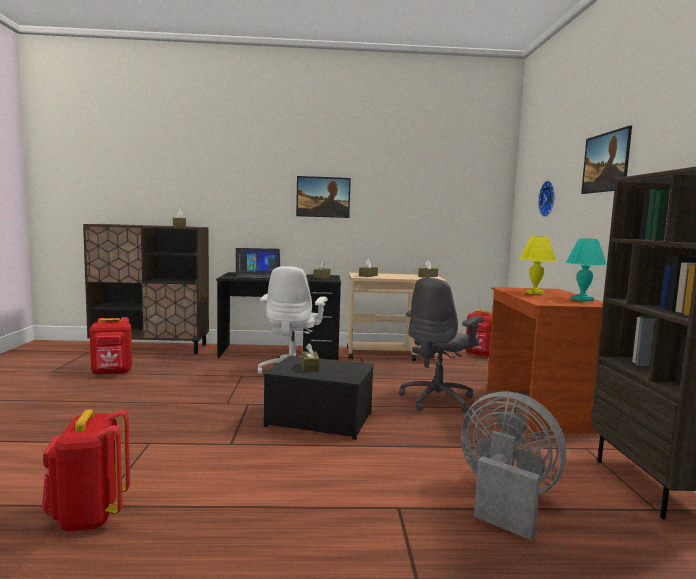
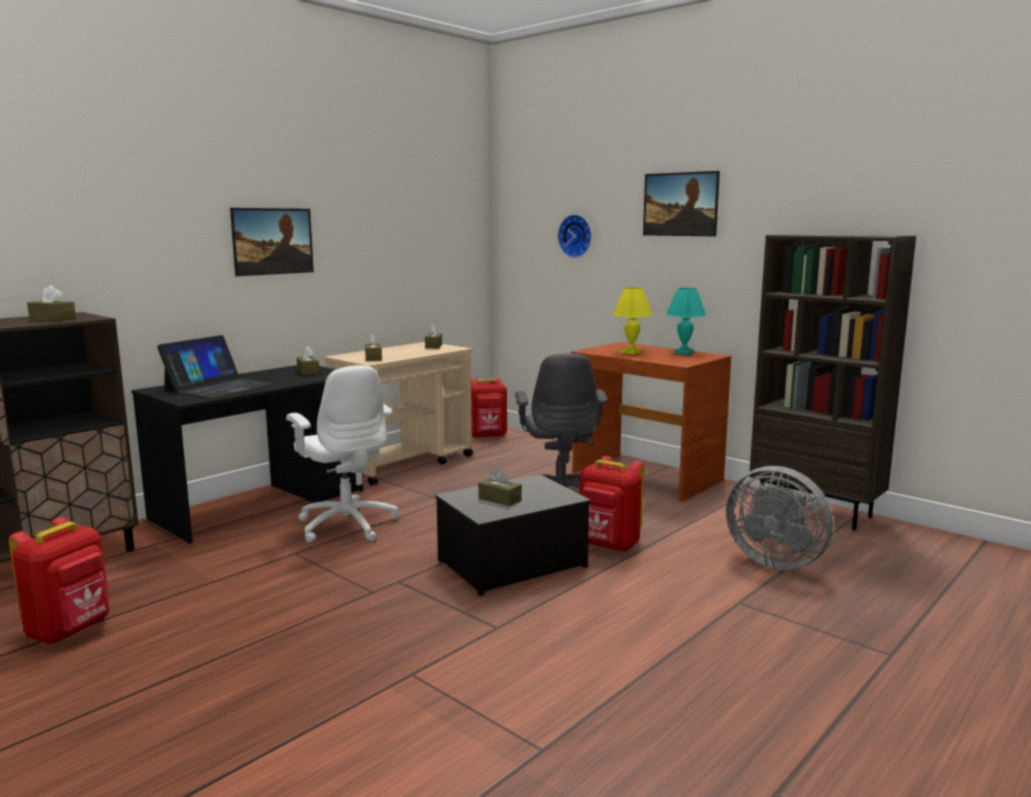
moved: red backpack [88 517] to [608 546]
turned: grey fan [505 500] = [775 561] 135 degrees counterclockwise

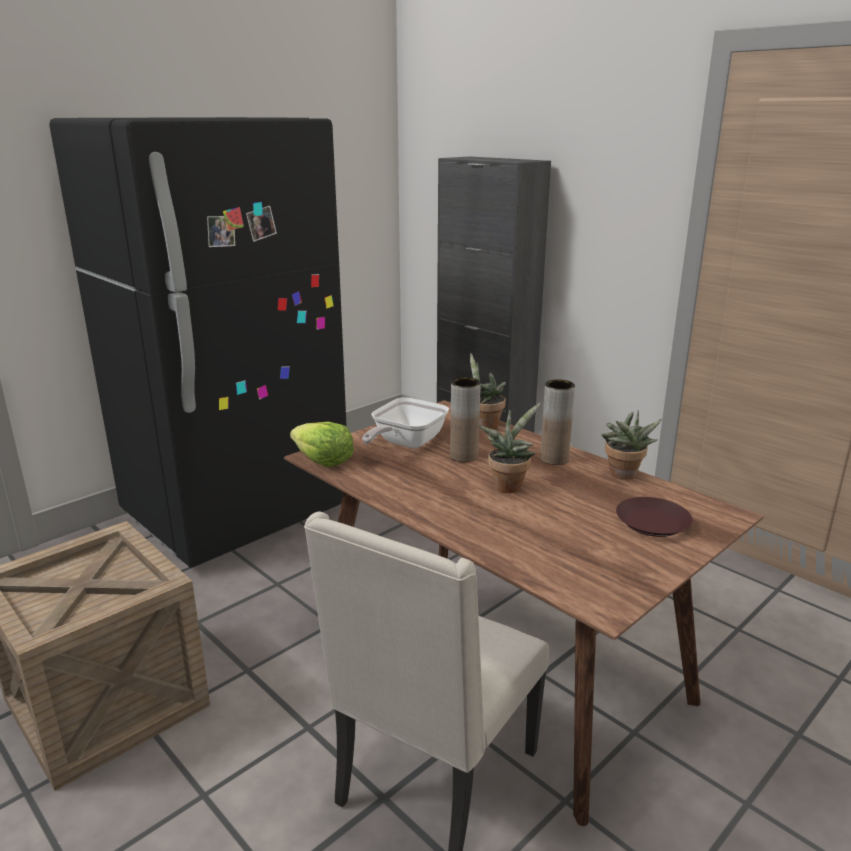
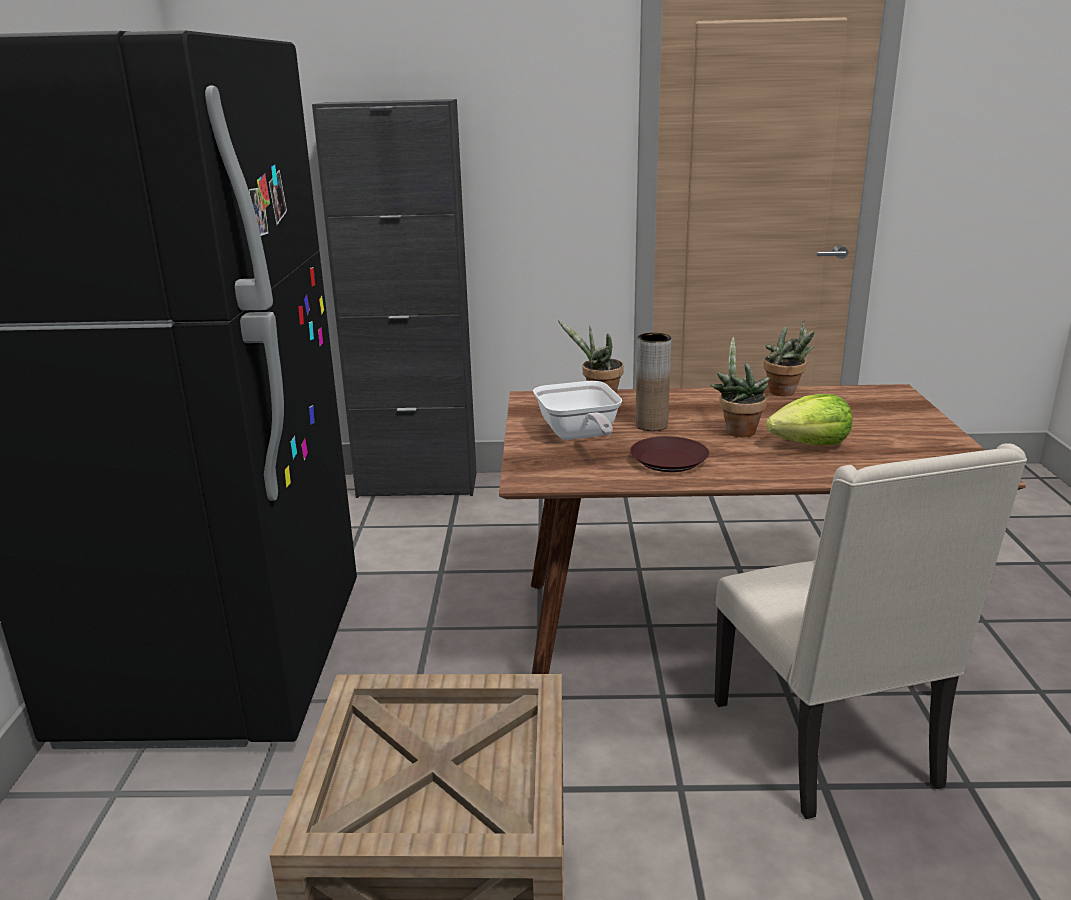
removed: brown vase [554 459]
moved: lettuce [323 461] to [810 444]; brown plate [651 522] to [668 461]

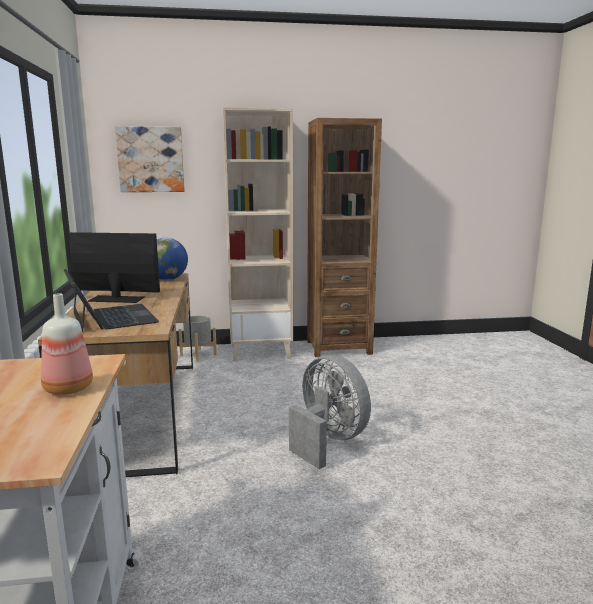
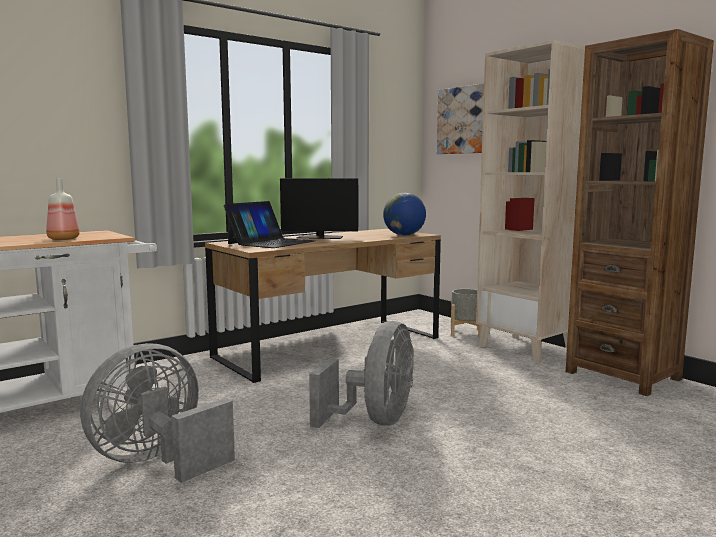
added: grey fan [158 461]
turned: monitor [116 299] = [320 237] 120 degrees clockwise

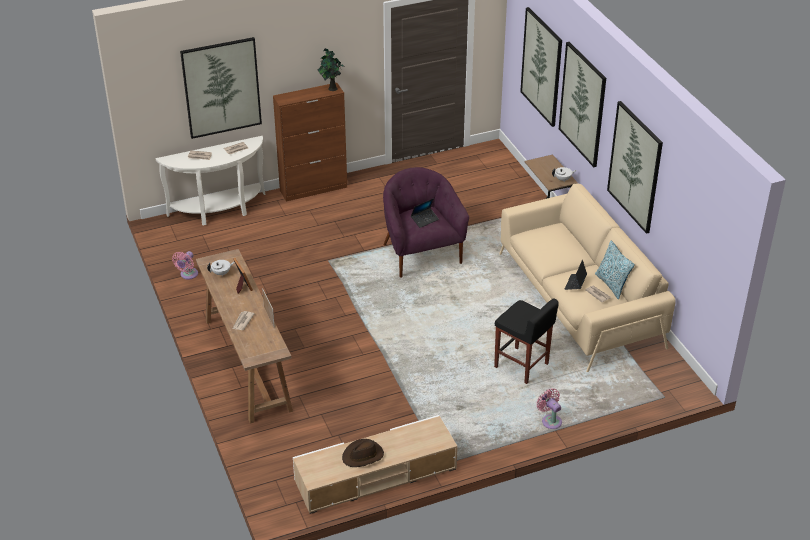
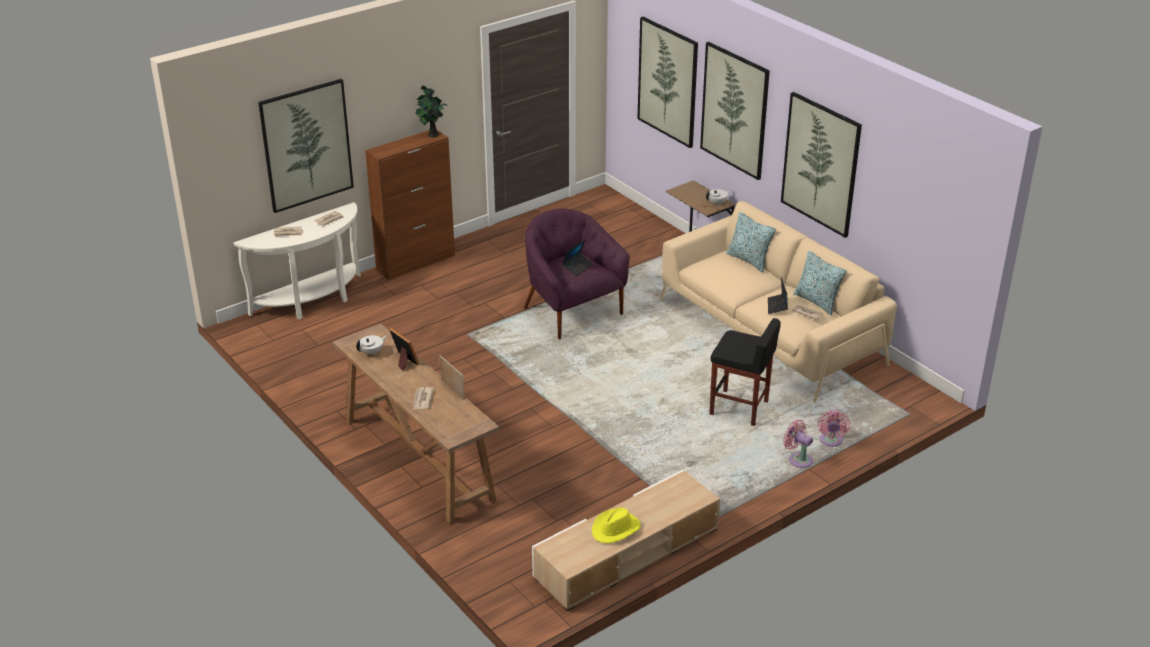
added: pillow [748 260]
moved: pink fan [188 275] to [831 441]
recoloured: brown hat [363 455] to yellow hat [616 529]

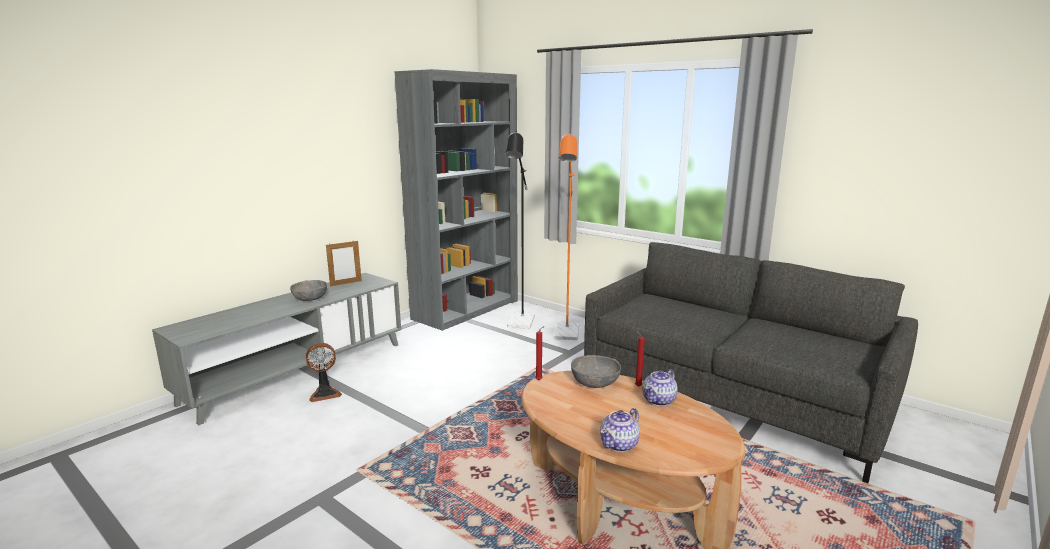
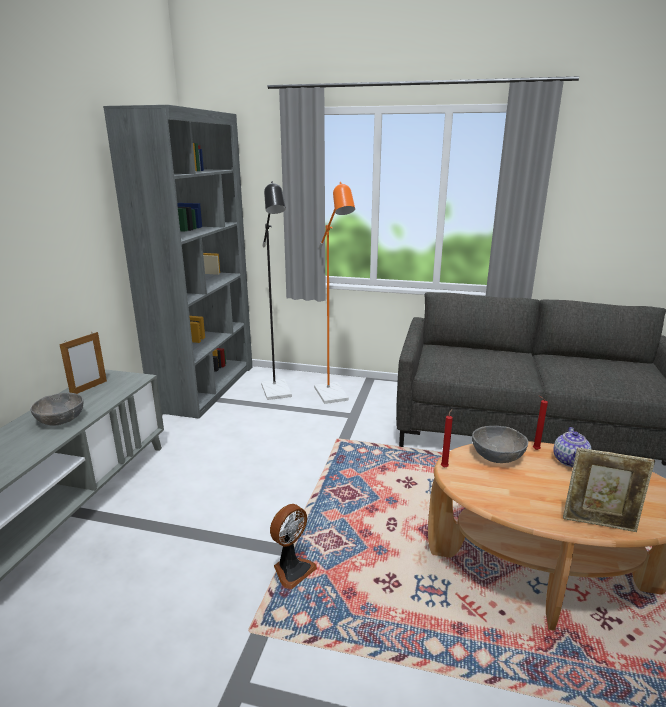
moved: fan [325 393] to [292 570]
replaced: teapot [619 444] to picture frame [599 523]

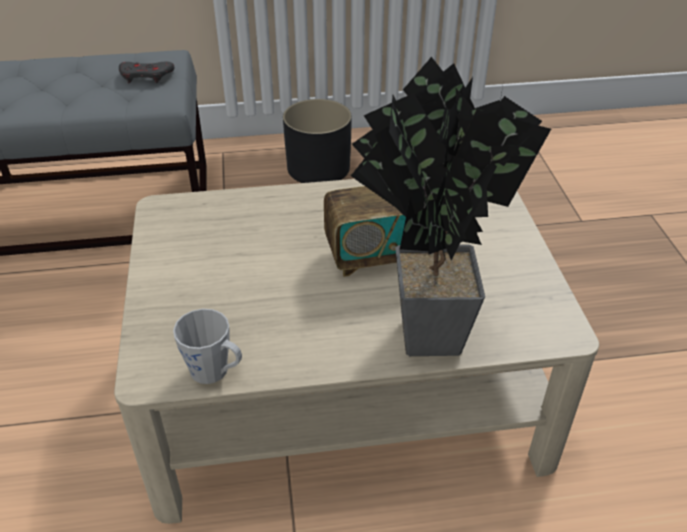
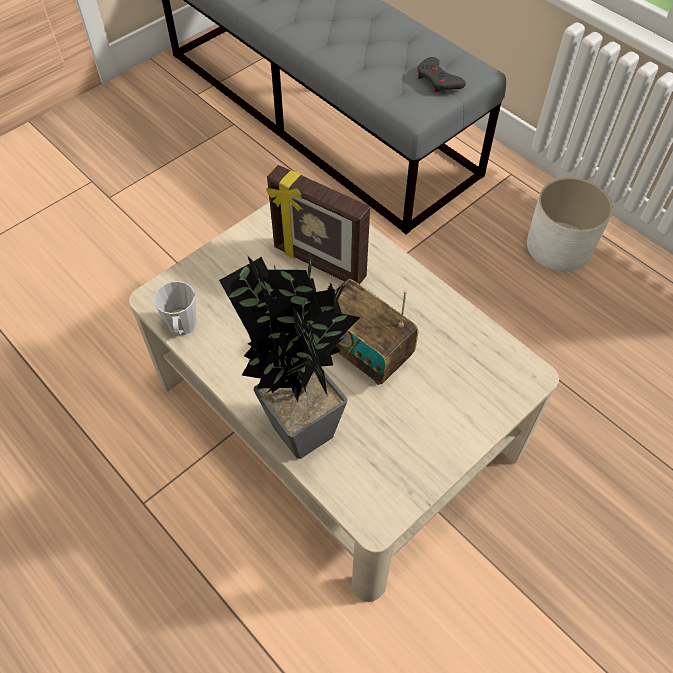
added: picture frame [318 263]
recoloured: black planter [319 167] to white planter [559 246]

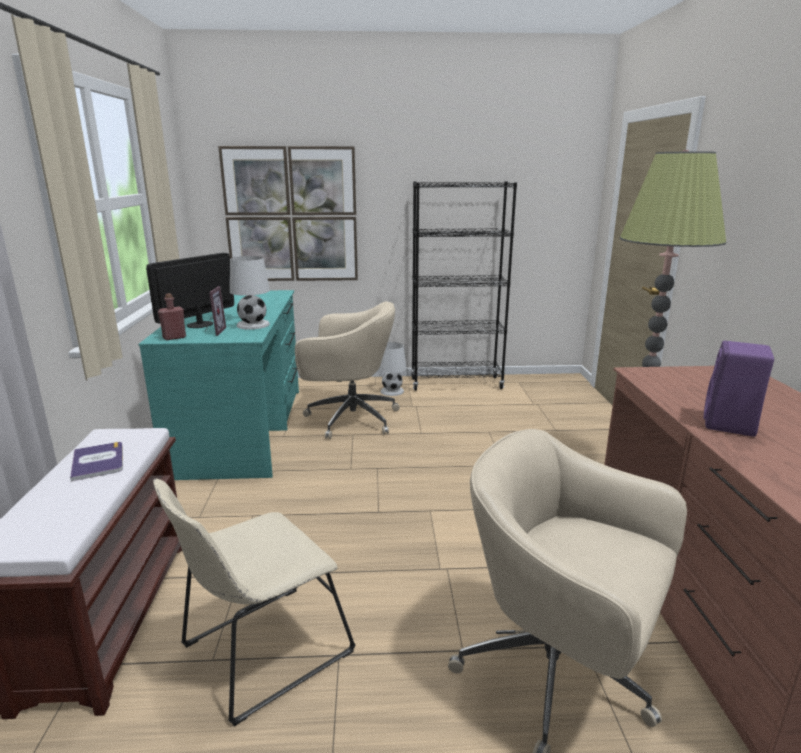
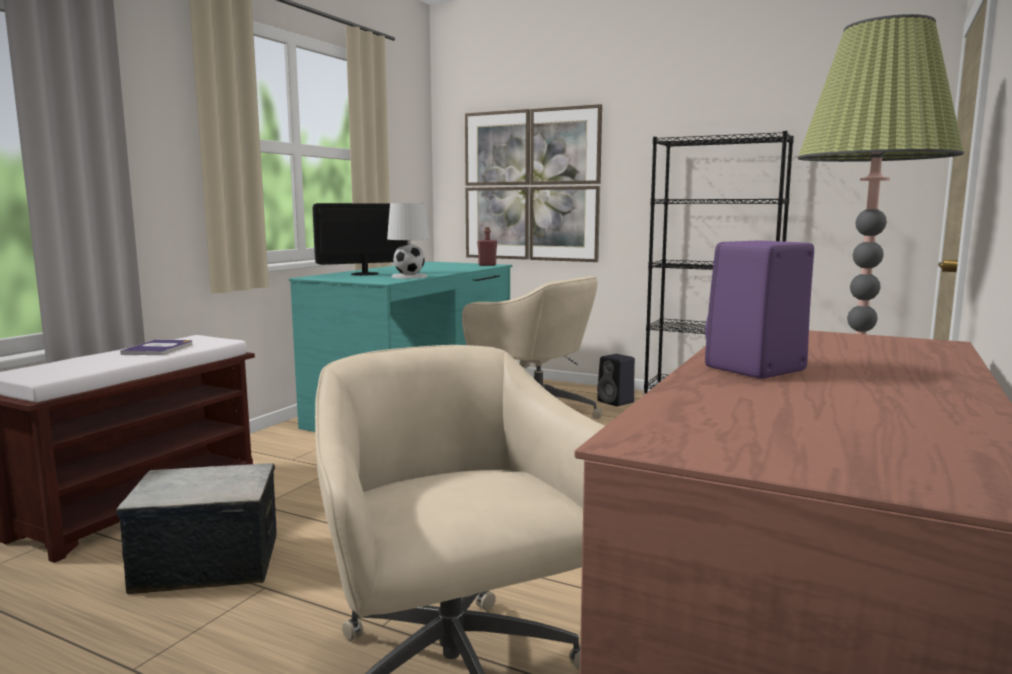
removed: picture frame [213 331]
moved: red bottle [174 337] to [487 265]
replaced: white table lamp [392 391] to black speaker [616 402]; beige chair [261 652] to storage box [207 563]

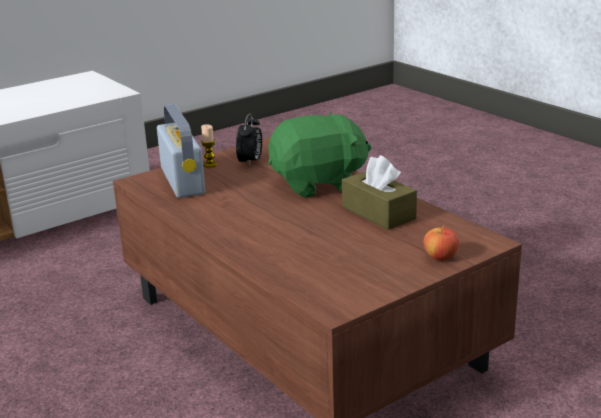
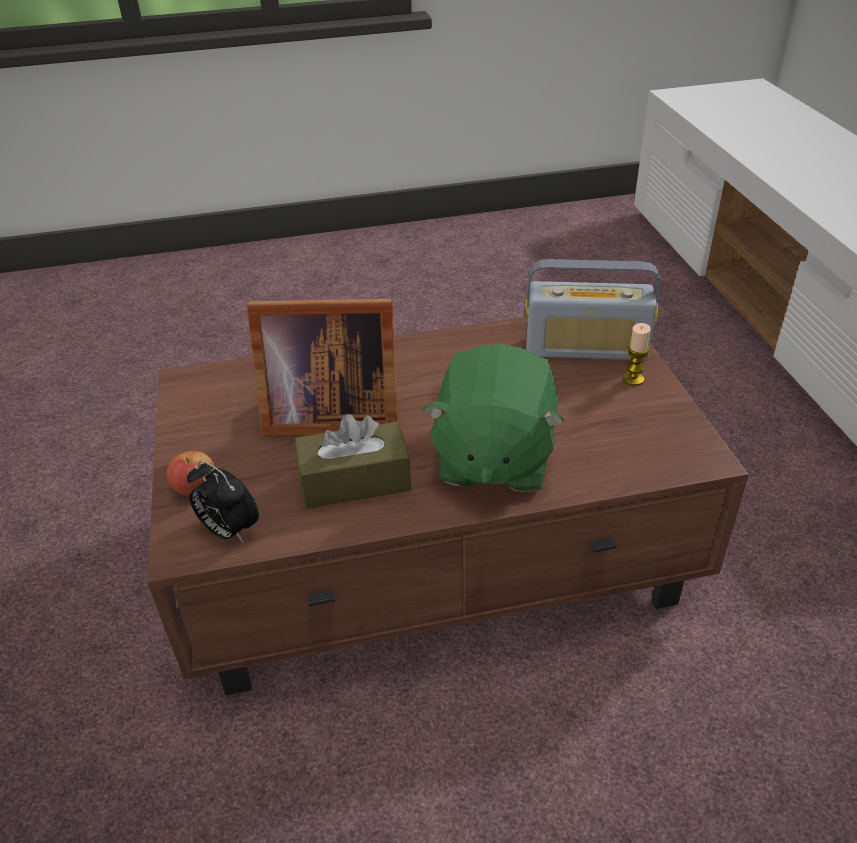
added: picture frame [327 415]
moved: alarm clock [250 162] to [229 530]

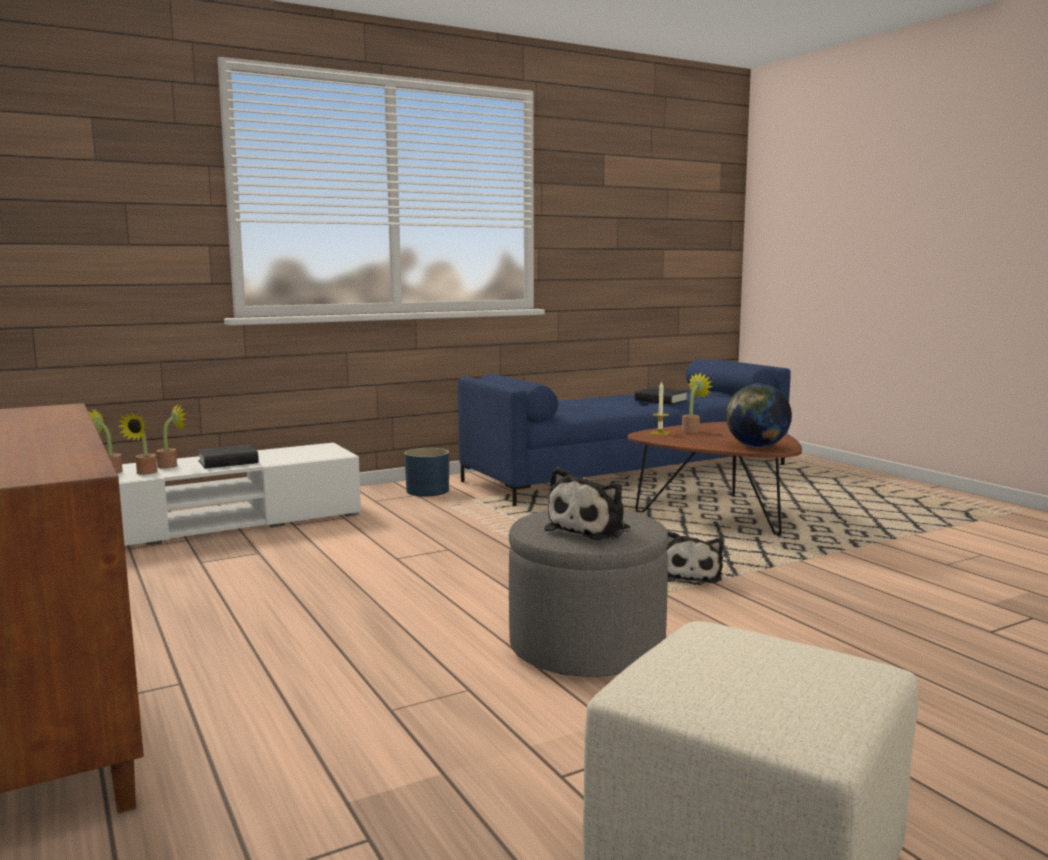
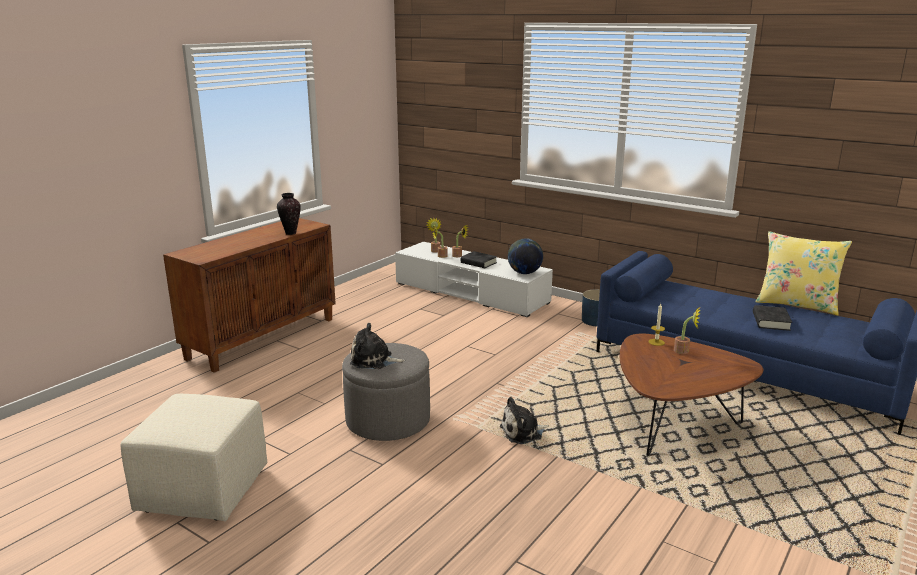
added: vase [291 233]; yellow pillow [796 304]
moved: globe [756 447] to [524 273]

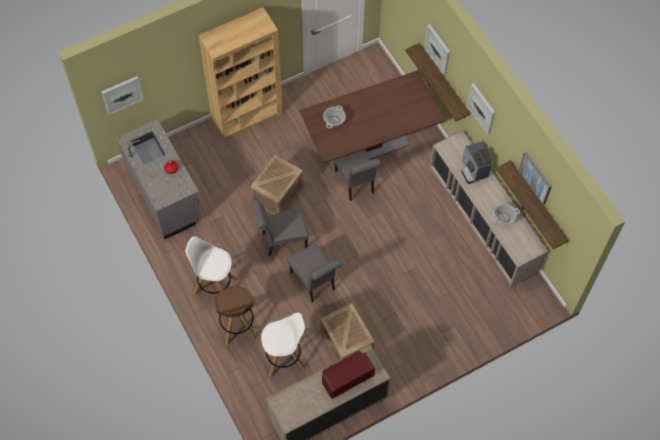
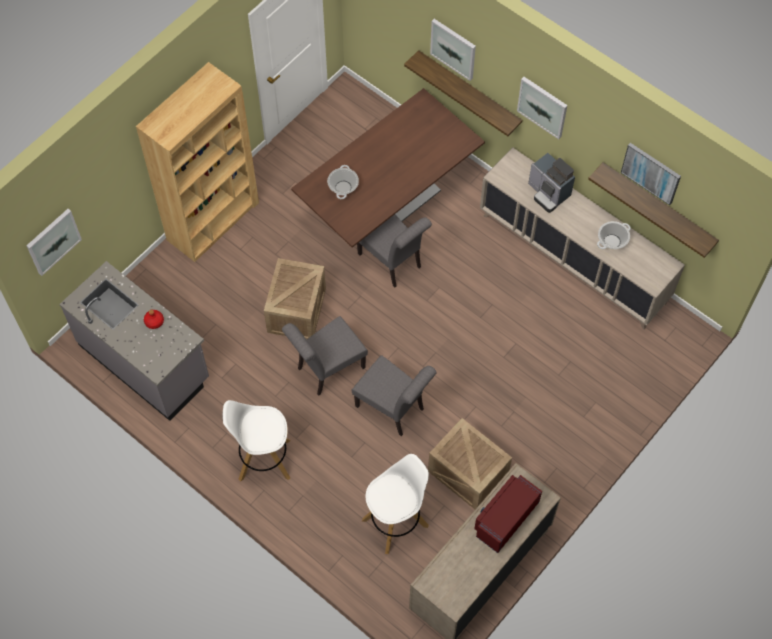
removed: brown stool [238 326]

